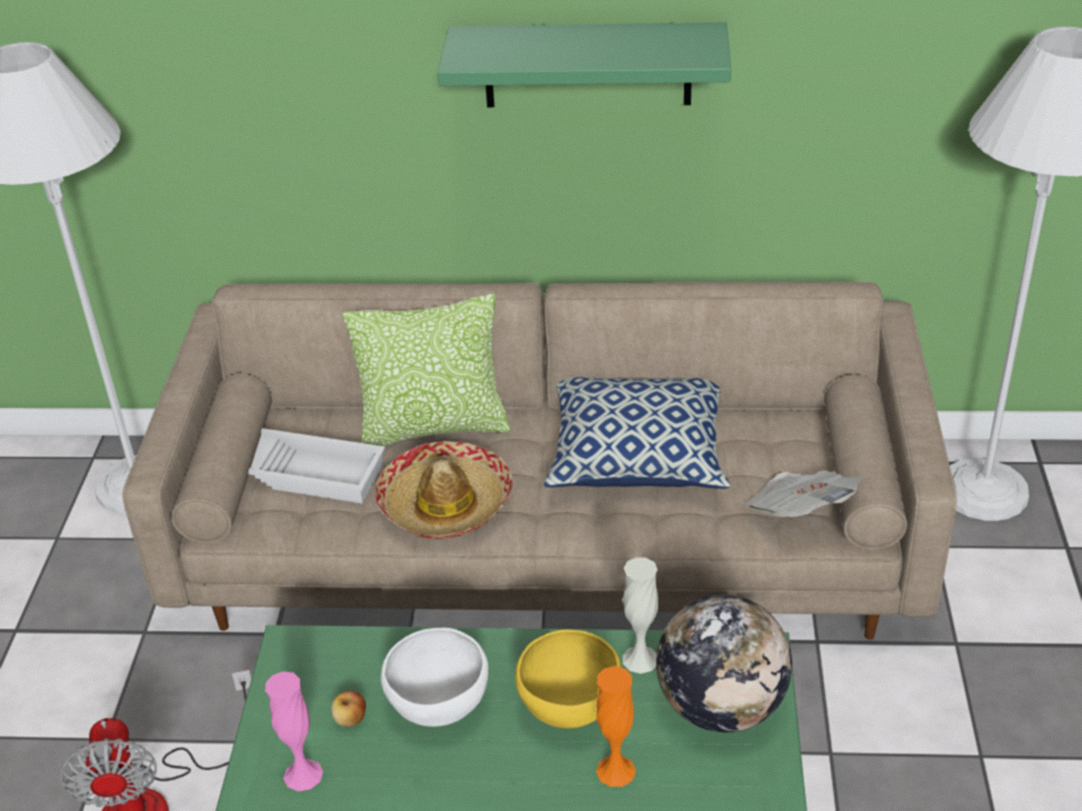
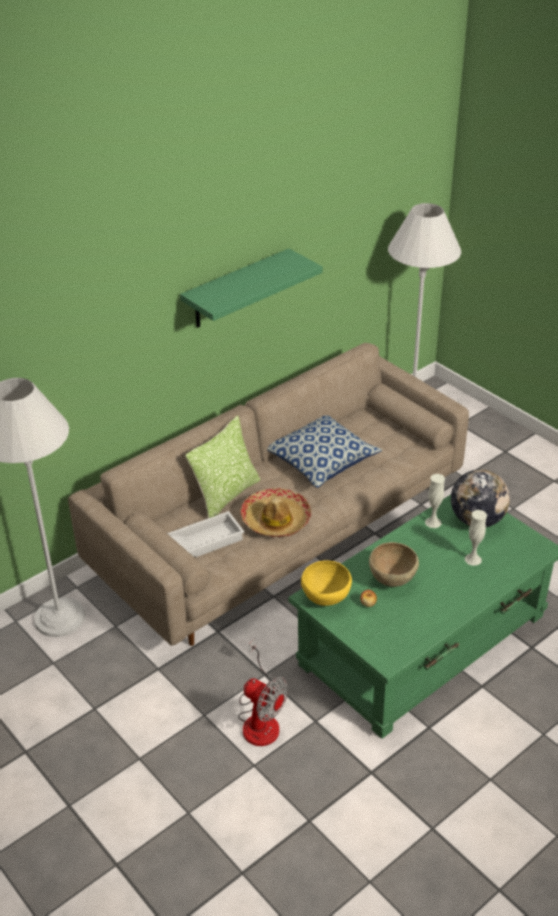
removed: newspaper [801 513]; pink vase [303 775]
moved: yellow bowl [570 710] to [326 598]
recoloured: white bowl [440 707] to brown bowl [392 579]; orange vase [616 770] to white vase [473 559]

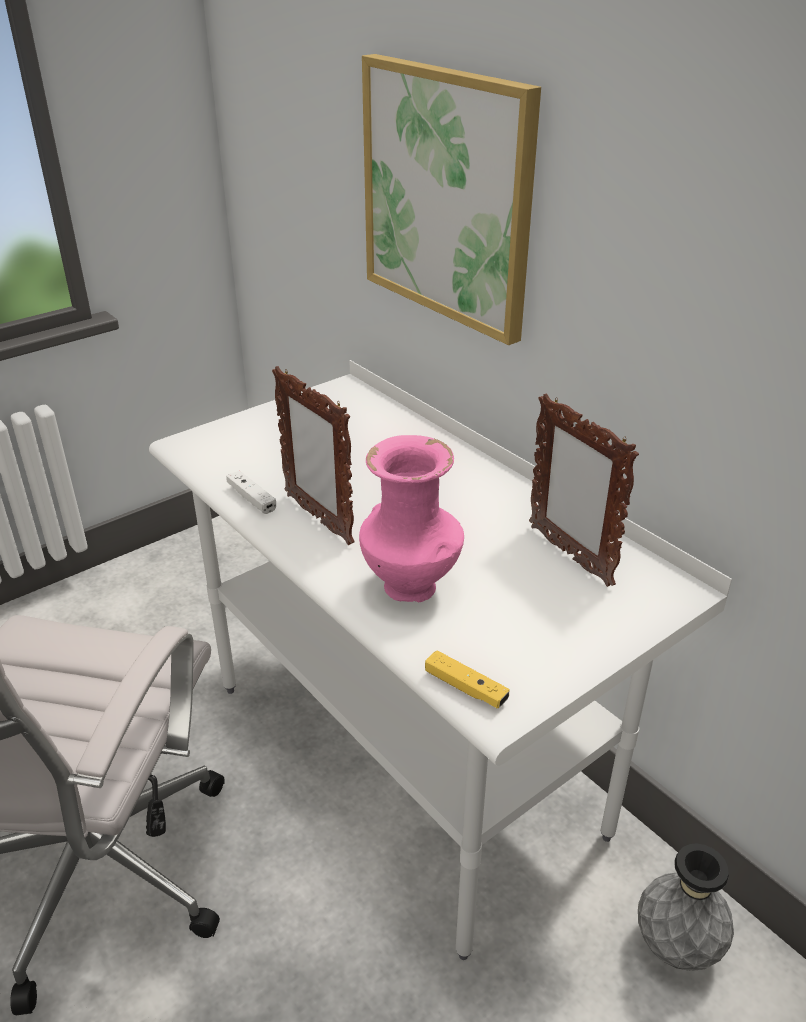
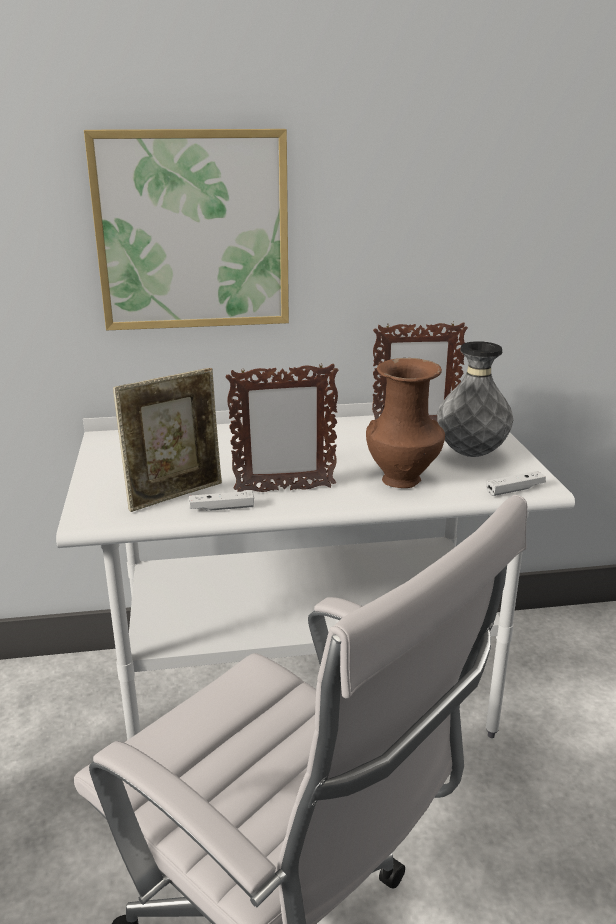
added: picture frame [175 495]
moved: grey vase [676 946] to [471 454]
recoloured: pink vase [412 589] to brown vase [403 480]; yellow game controller [465 688] to white game controller [515 489]

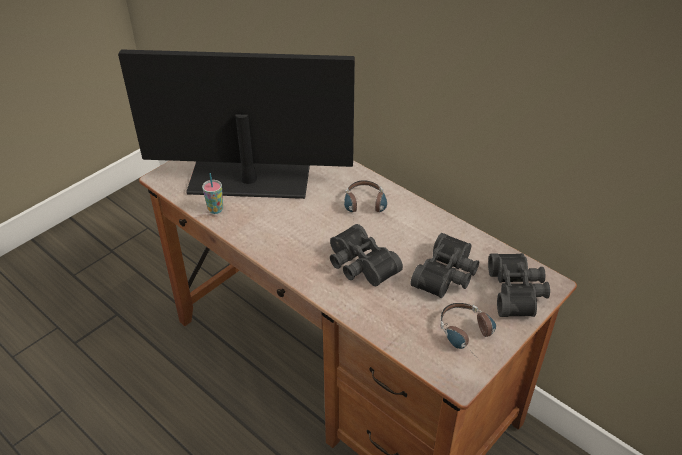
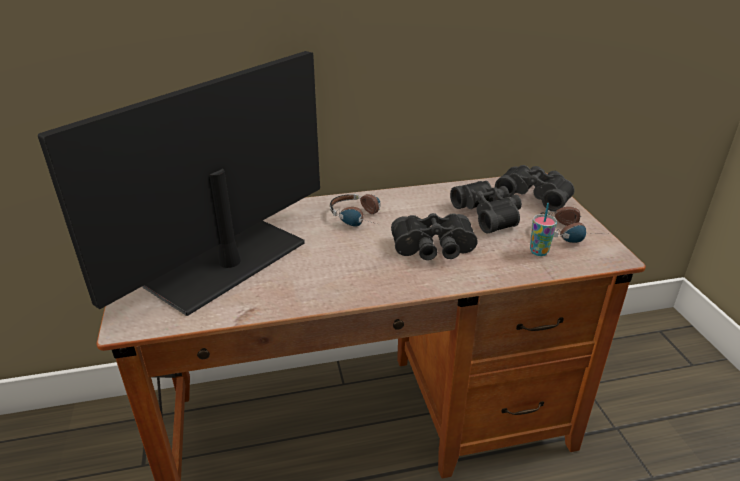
moved: cup [215 209] to [539 252]

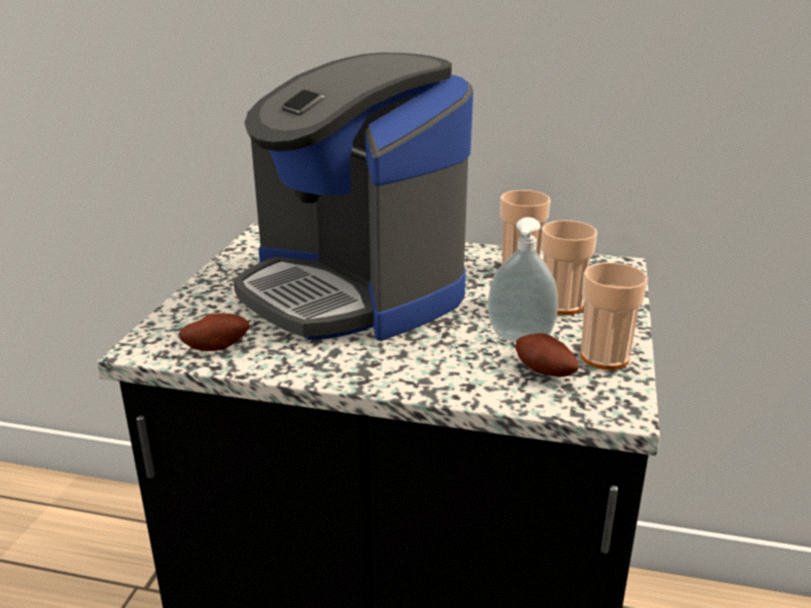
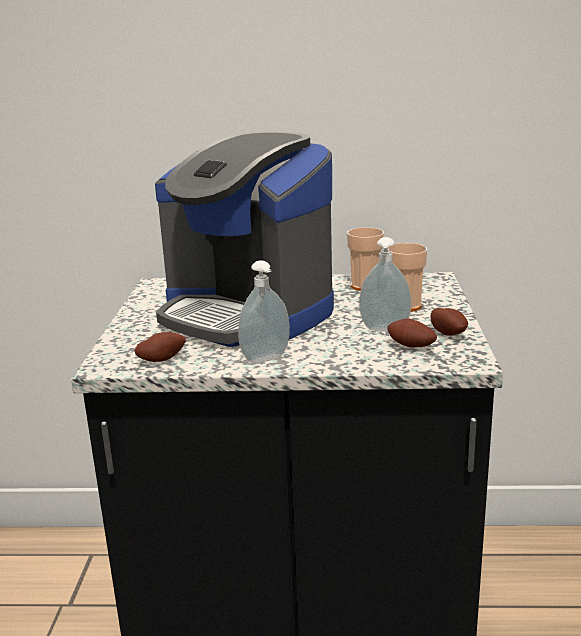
added: soap dispenser [267 359]
replaced: cup [604 357] to potato [448 333]

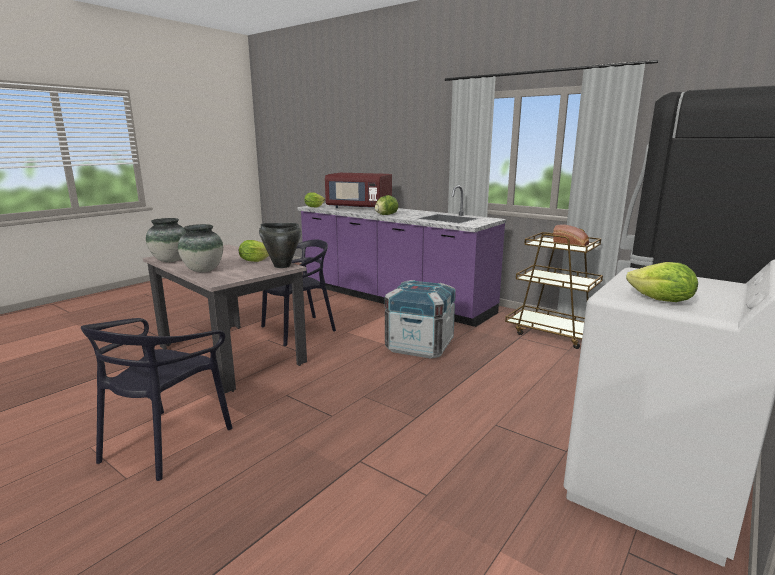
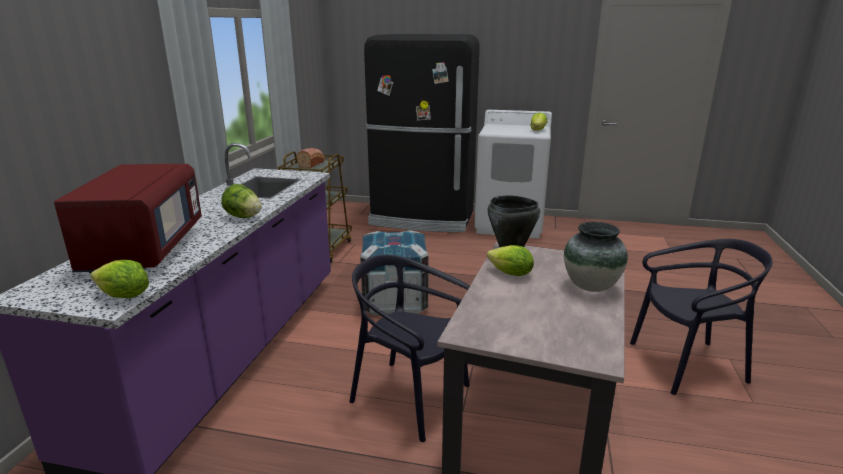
removed: vase [170 260]

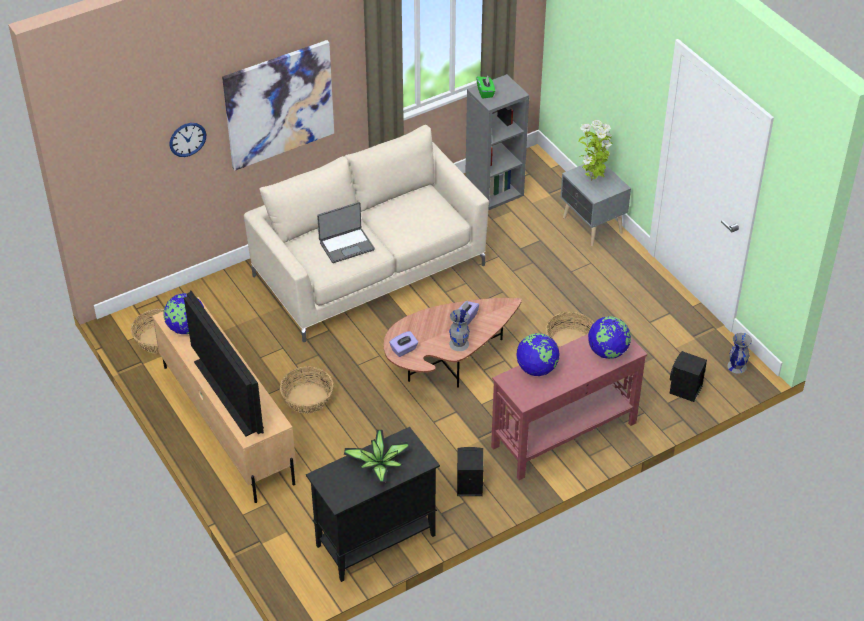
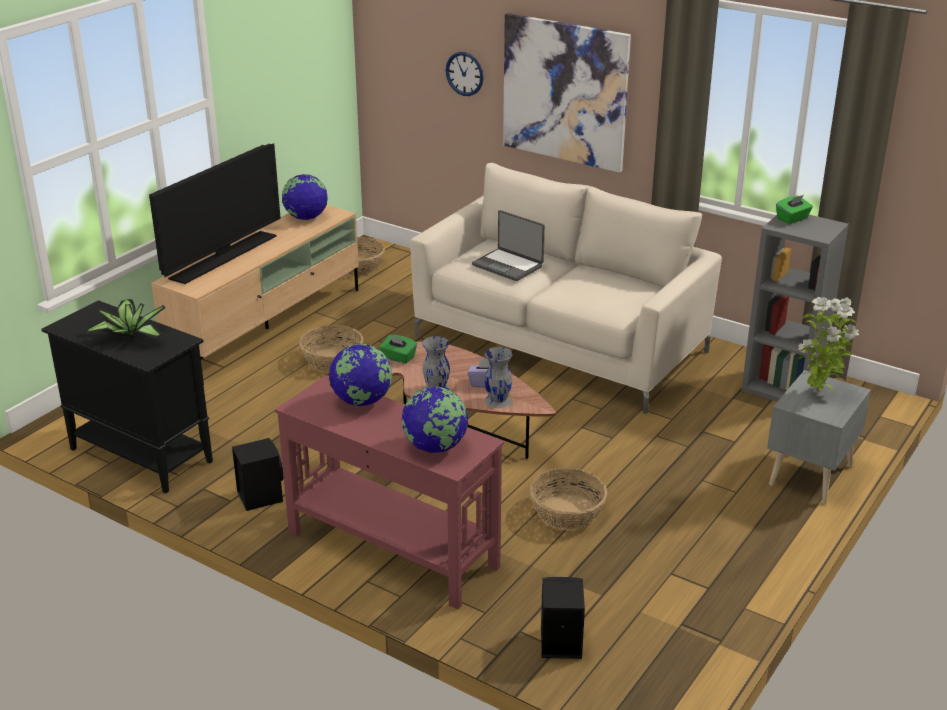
moved: grey vase [736 366] to [498 400]
recoloured: purple tissue box [404 350] to green tissue box [398 358]

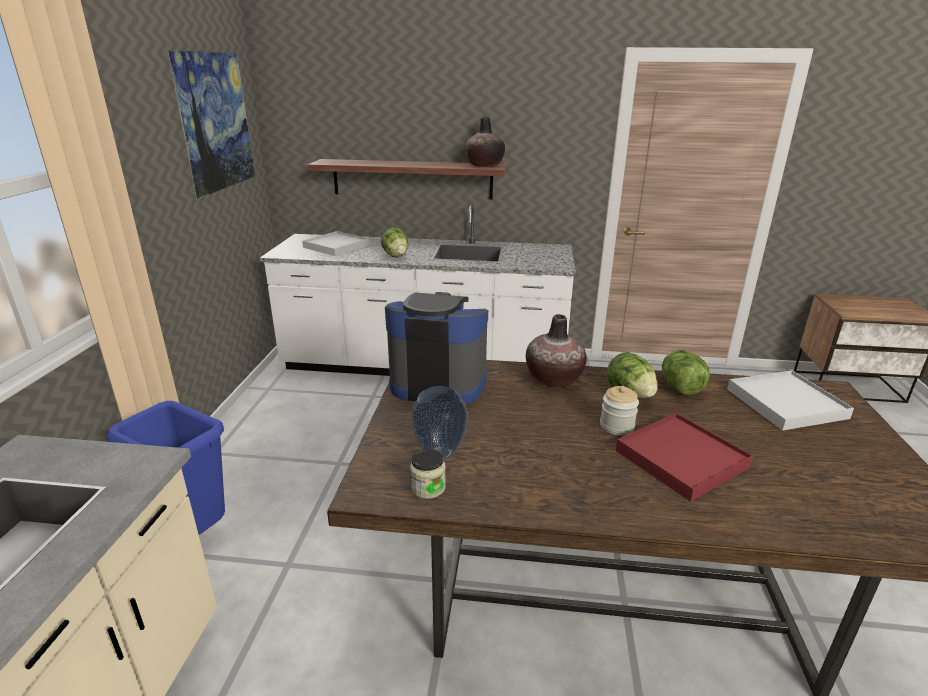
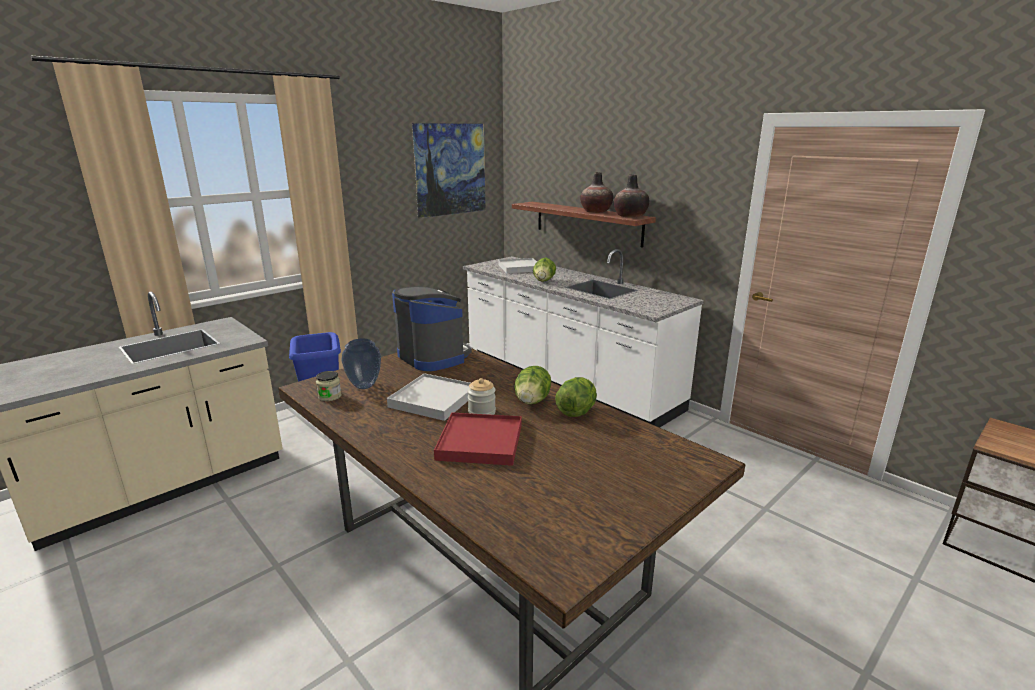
moved: vase [553 379] to [595 211]; white tray [786 403] to [433 400]

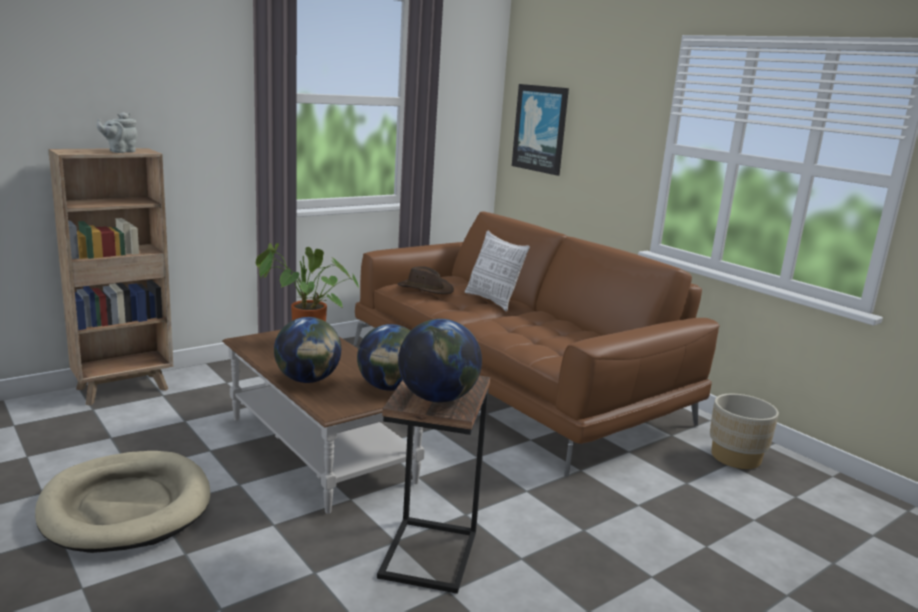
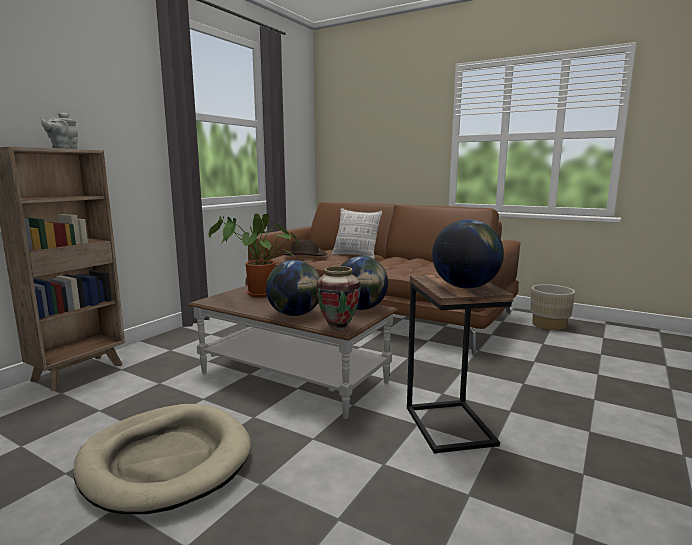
removed: picture [540 129]
added: vase [338 327]

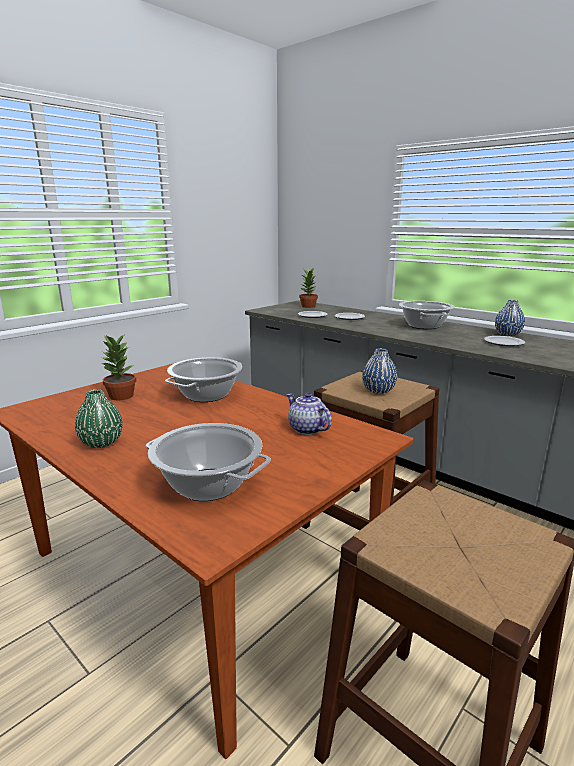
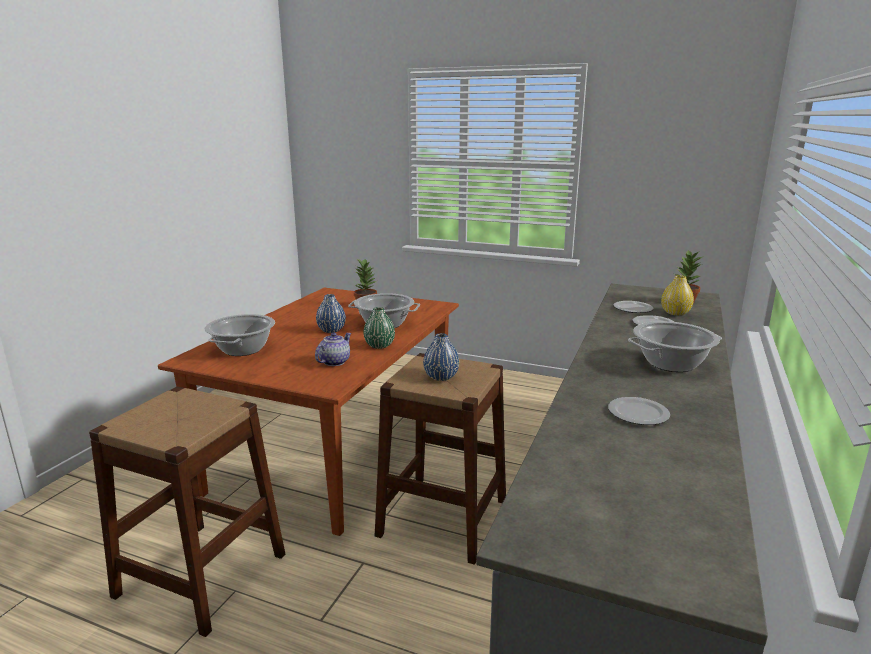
added: yellow vase [675 313]
moved: blue vase [507 334] to [331 330]; green vase [101 442] to [379 345]

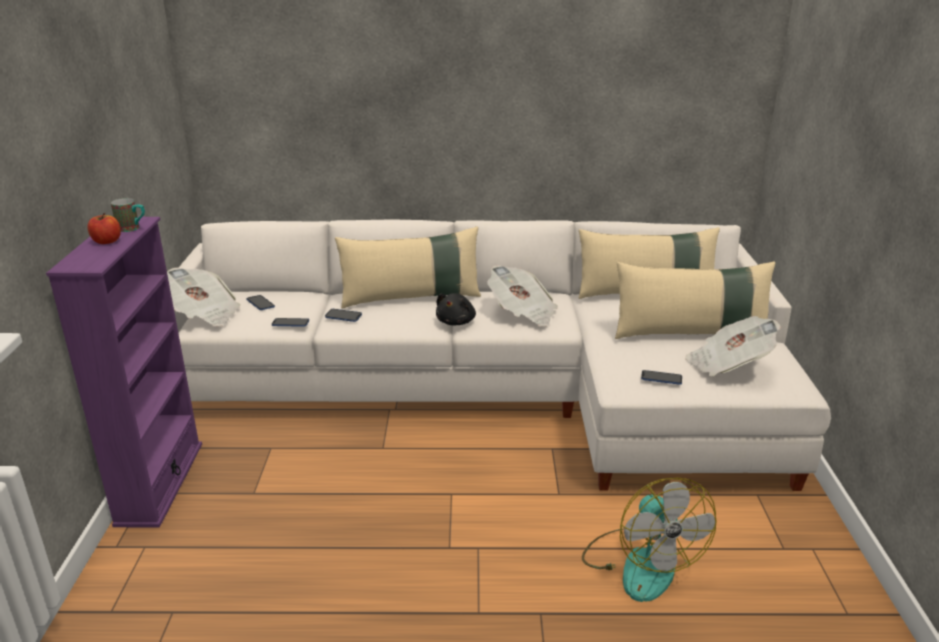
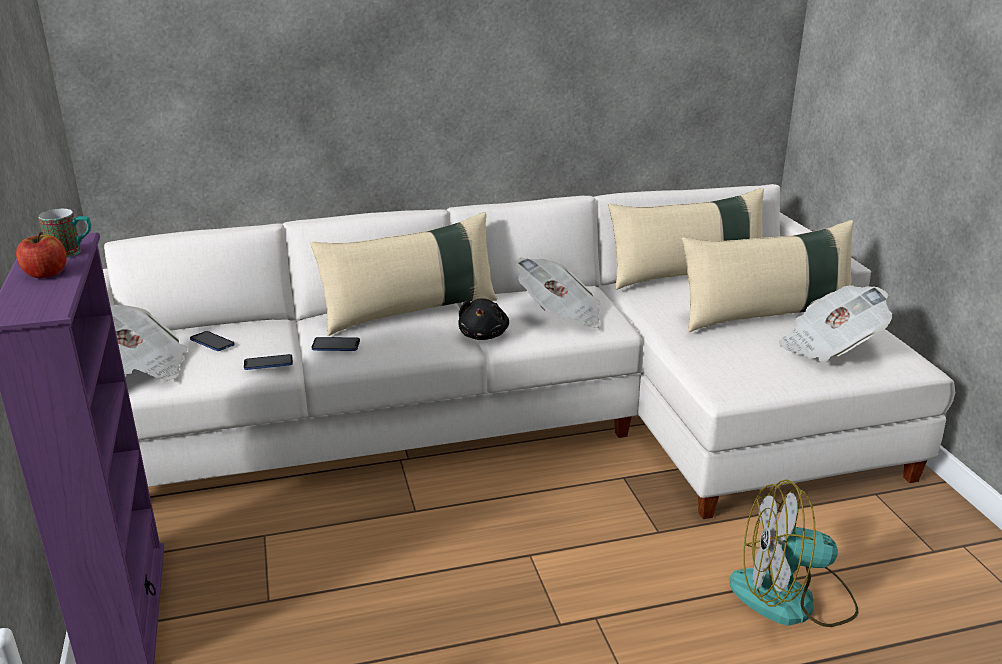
removed: phone [661 378]
turned: fan [640 563] = [792 598] 120 degrees clockwise

